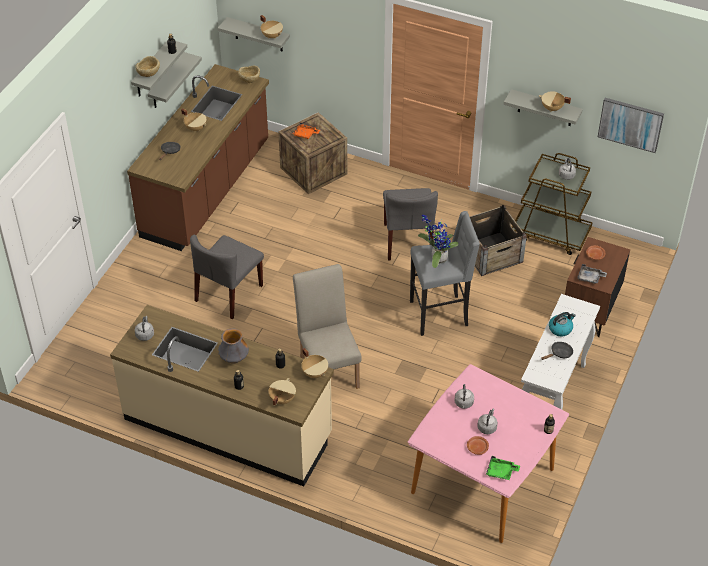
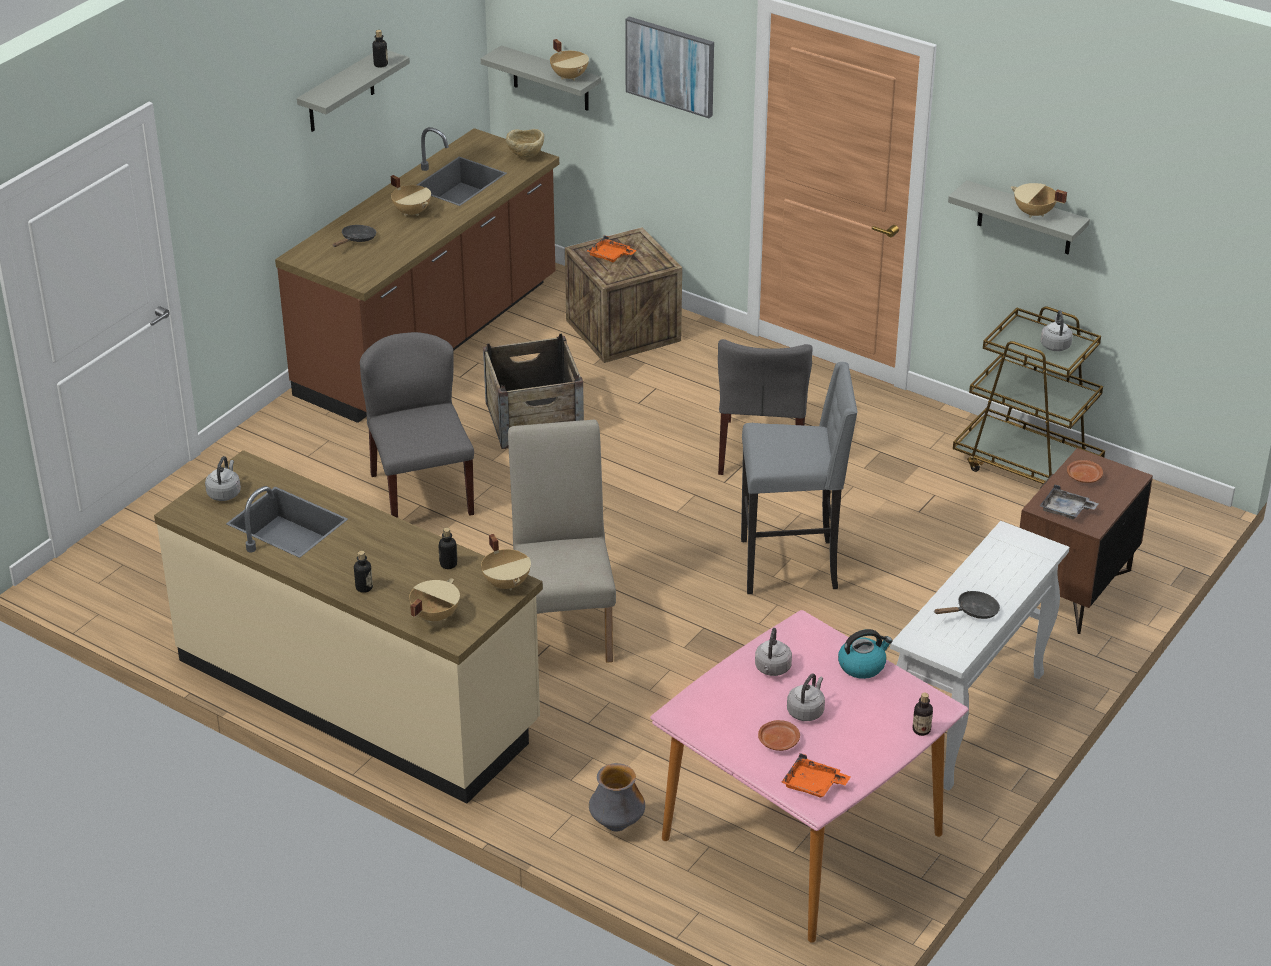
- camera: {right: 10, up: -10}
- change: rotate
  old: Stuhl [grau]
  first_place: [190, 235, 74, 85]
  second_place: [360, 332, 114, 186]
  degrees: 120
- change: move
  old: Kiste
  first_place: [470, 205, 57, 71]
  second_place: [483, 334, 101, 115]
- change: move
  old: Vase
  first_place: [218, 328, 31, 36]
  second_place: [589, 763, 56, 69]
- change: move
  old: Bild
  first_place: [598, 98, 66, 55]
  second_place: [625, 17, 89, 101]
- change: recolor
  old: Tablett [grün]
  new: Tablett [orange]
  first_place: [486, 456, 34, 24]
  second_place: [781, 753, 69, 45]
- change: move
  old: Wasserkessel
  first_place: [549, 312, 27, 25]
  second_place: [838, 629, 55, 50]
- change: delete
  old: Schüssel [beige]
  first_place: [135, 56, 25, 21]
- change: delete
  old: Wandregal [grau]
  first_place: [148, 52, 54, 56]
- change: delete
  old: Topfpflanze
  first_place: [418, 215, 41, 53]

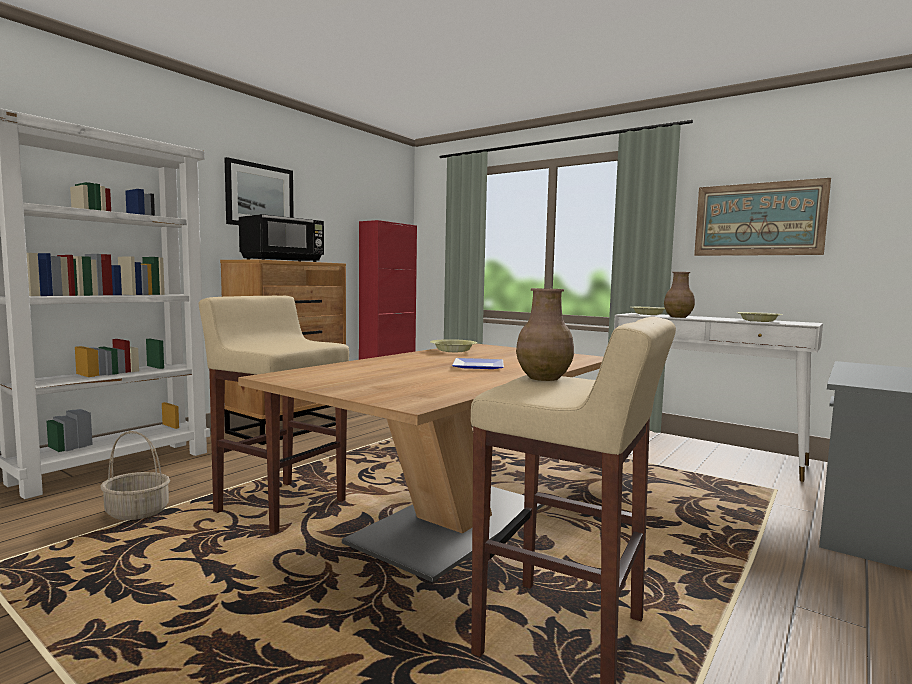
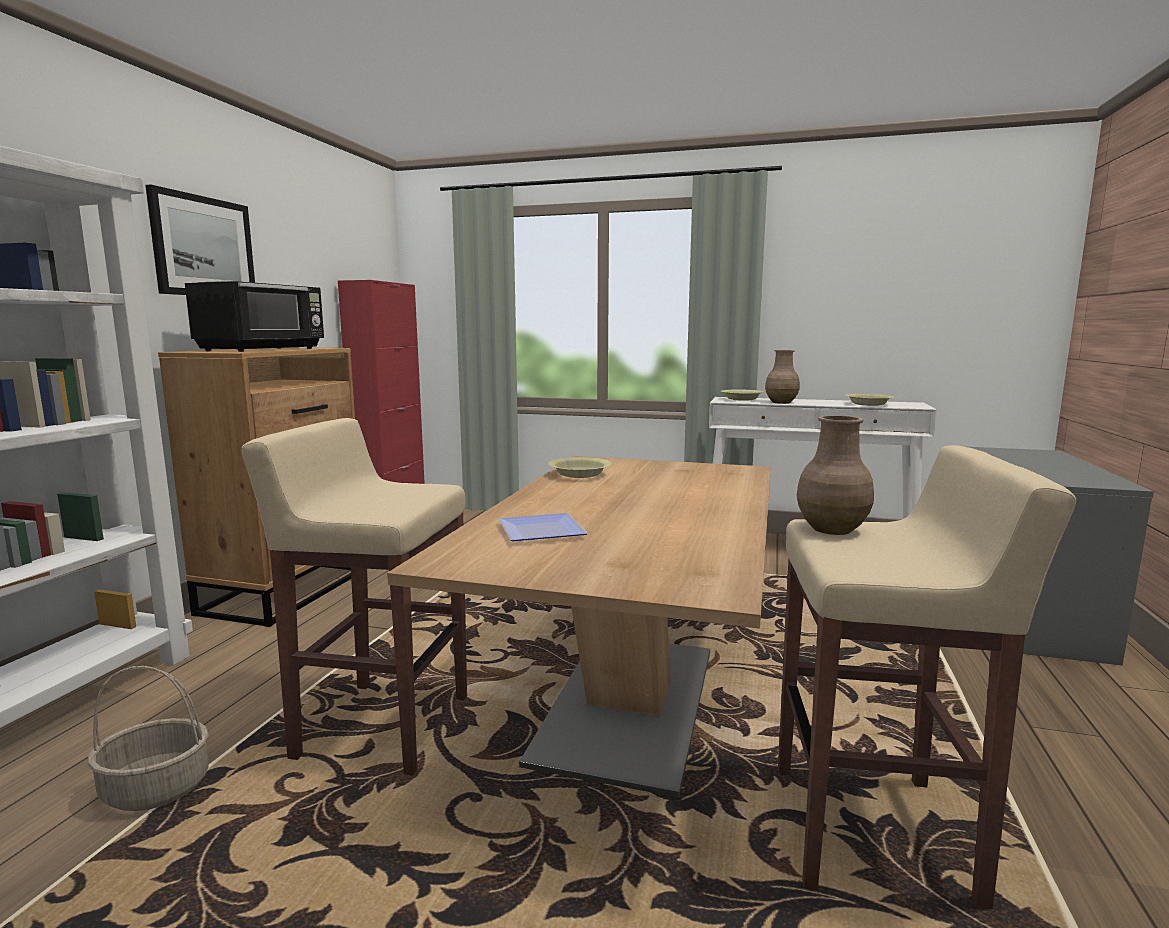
- camera: {right: -20, up: 5}
- change: move
  old: Teller
  first_place: [452, 358, 52, 11]
  second_place: [499, 513, 89, 28]
- change: delete
  old: Bild
  first_place: [694, 178, 137, 78]

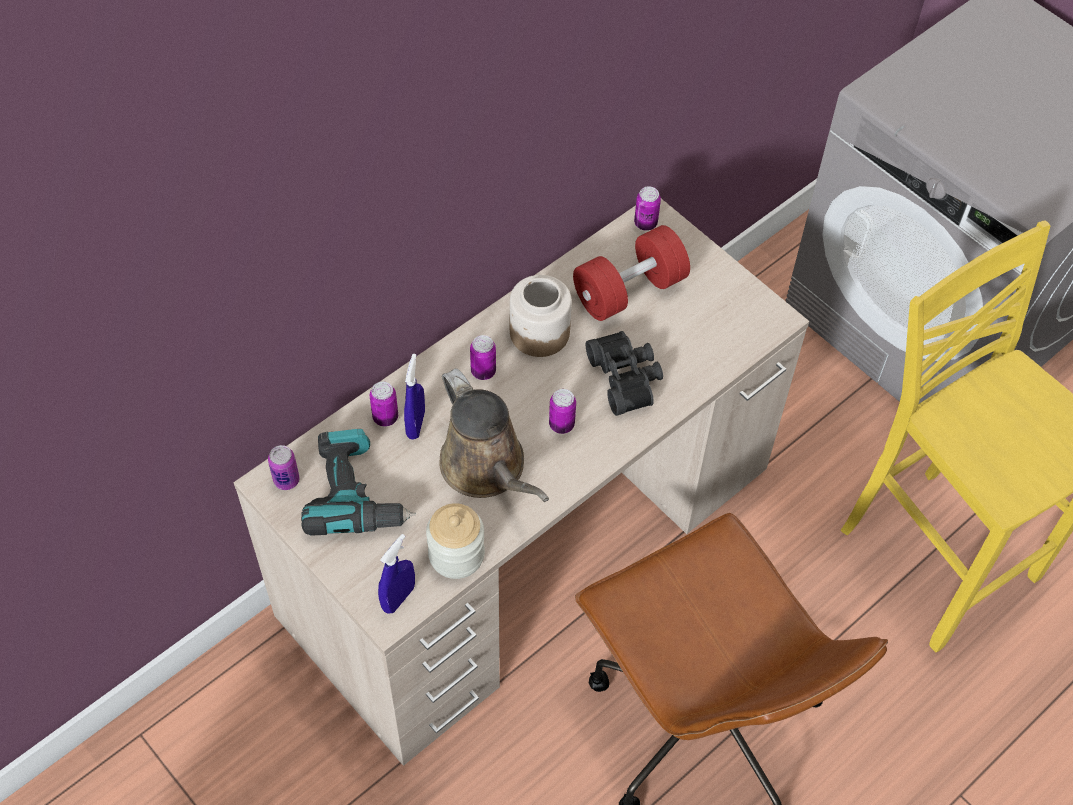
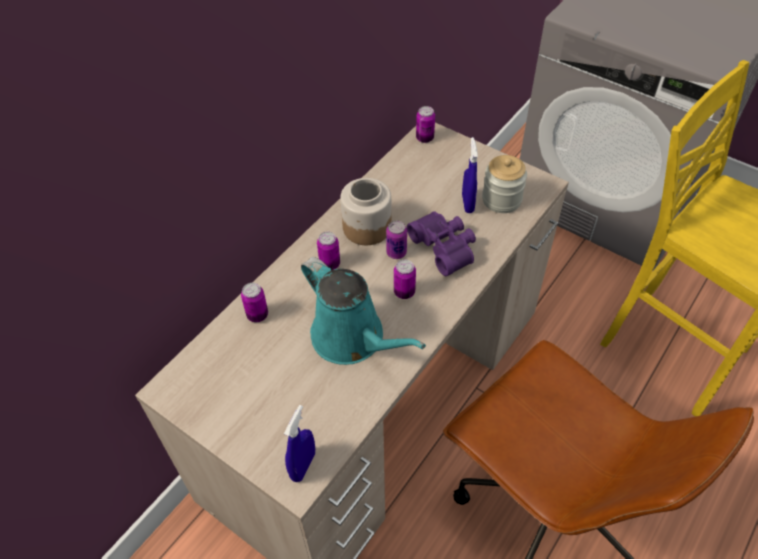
- camera: {right: -10, up: -5}
- change: recolor
  old: Gießkanne [braun]
  new: Gießkanne [türkis]
  first_place: [439, 368, 110, 134]
  second_place: [301, 257, 125, 108]
- change: move
  old: Dose
  first_place: [268, 445, 32, 45]
  second_place: [386, 221, 21, 38]
- change: recolor
  old: Fernglas [schwarz]
  new: Fernglas [lila]
  first_place: [586, 331, 77, 85]
  second_place: [407, 211, 69, 65]
- change: move
  old: Sprühflasche [blau]
  first_place: [404, 354, 21, 86]
  second_place: [462, 137, 16, 76]
- change: move
  old: Vorratsglas
  first_place: [426, 503, 59, 76]
  second_place: [482, 155, 45, 58]
- change: delete
  old: Bohrmaschine
  first_place: [301, 429, 115, 107]
- change: delete
  old: Hantel [rot]
  first_place: [573, 225, 117, 96]

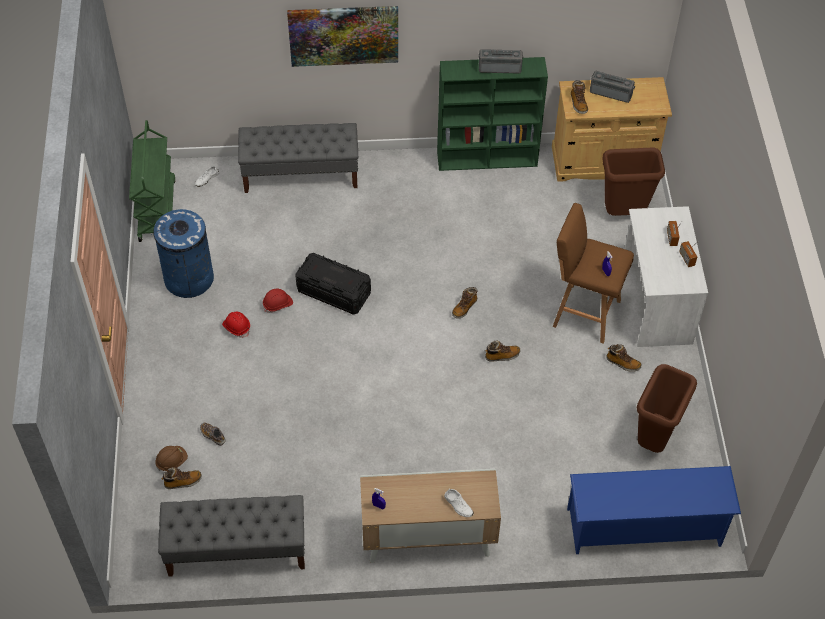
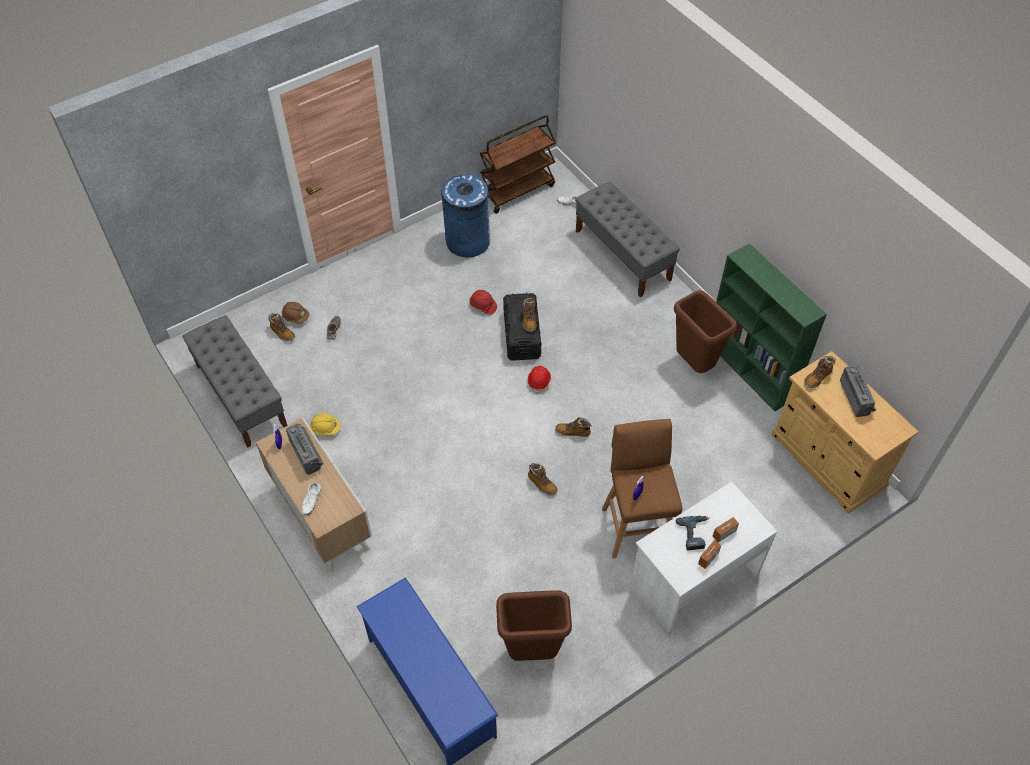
- camera: {right: 60, up: 0}
- change: move
  old: Radio
  first_place: [478, 49, 45, 24]
  second_place: [286, 423, 38, 52]
- change: insert
  new: Schutzhelm [gelb]
  second_place: [310, 413, 31, 22]
- change: recolor
  old: Rollwagen [grün]
  new: Rollwagen [braun]
  first_place: [129, 120, 47, 122]
  second_place: [480, 115, 76, 99]
- change: move
  old: Stiefel
  first_place: [606, 344, 36, 28]
  second_place: [523, 298, 14, 34]
- change: move
  old: Schutzhelm [rot]
  first_place: [222, 312, 28, 26]
  second_place: [528, 366, 23, 28]
- change: move
  old: Mülleimer [braun]
  first_place: [602, 148, 63, 68]
  second_place: [674, 290, 63, 83]
- change: insert
  new: Bohrmaschine
  second_place: [676, 516, 33, 34]
- change: delete
  old: Bild
  first_place: [287, 6, 111, 61]

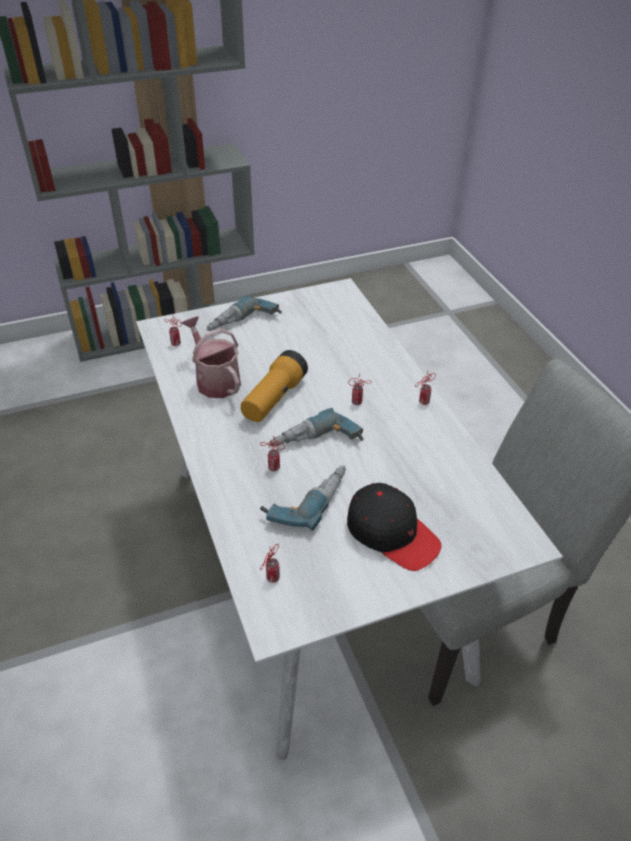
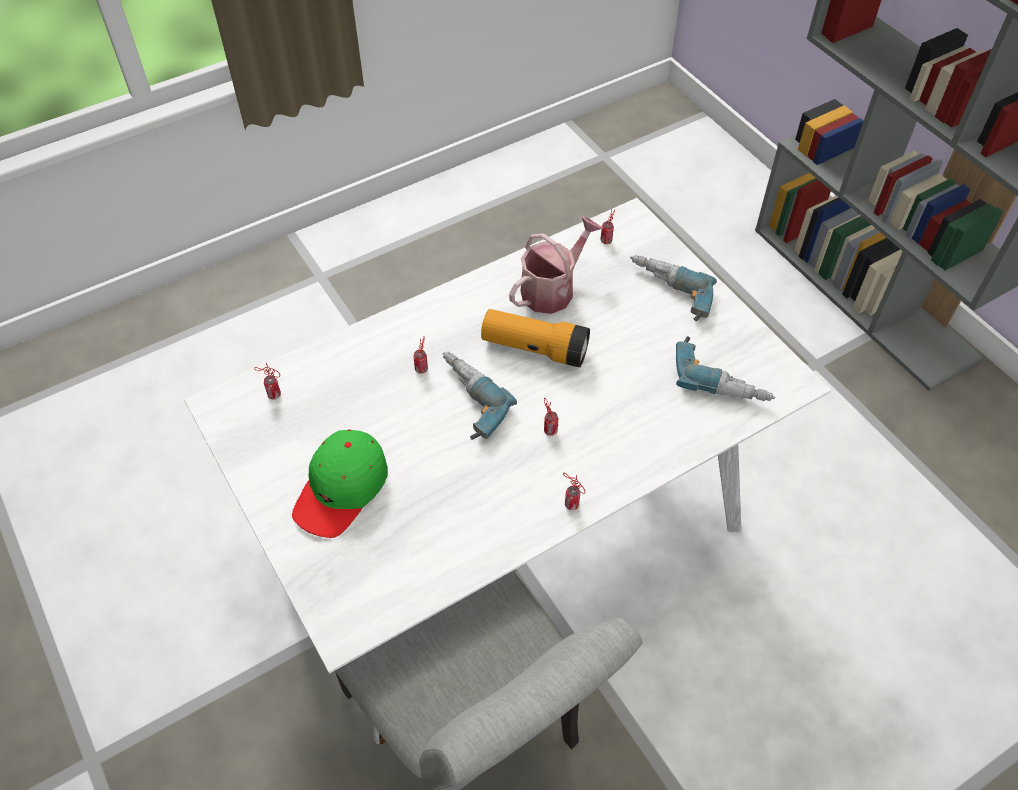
- camera: {right: 80, up: 10}
- change: recolor
  old: Kappe [schwarz]
  new: Kappe [grün]
  first_place: [347, 483, 94, 88]
  second_place: [292, 429, 96, 109]
- change: move
  old: Bohrmaschine
  first_place: [260, 465, 86, 66]
  second_place: [676, 336, 99, 65]

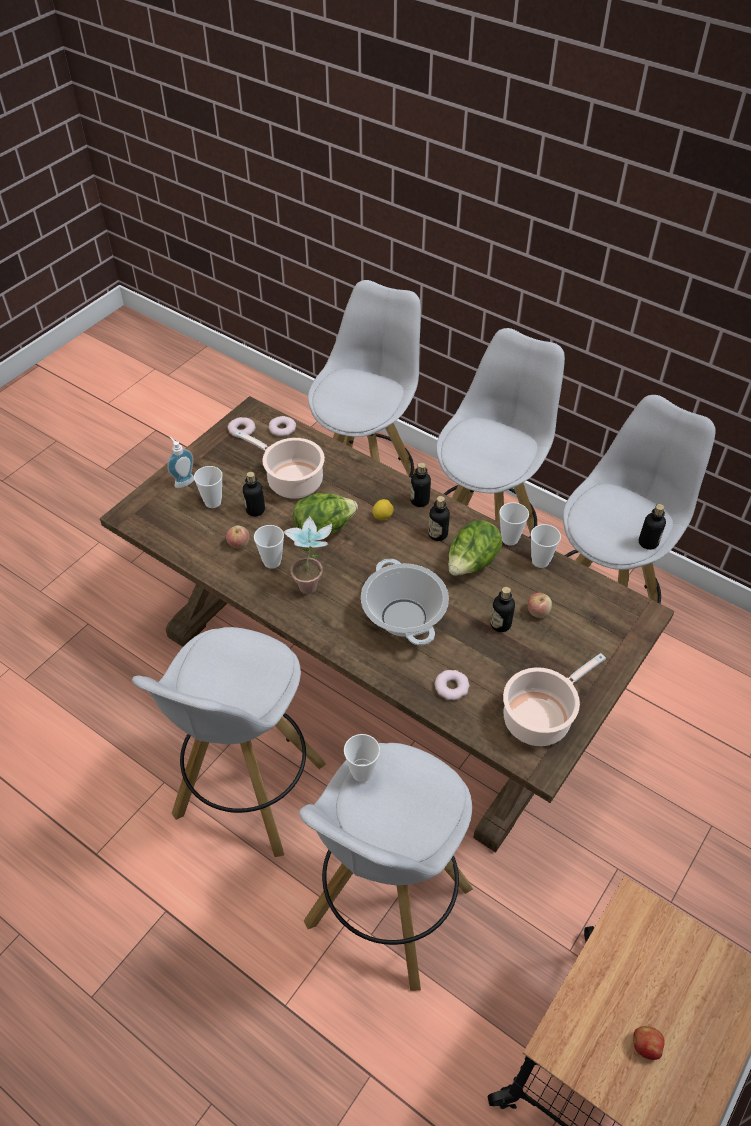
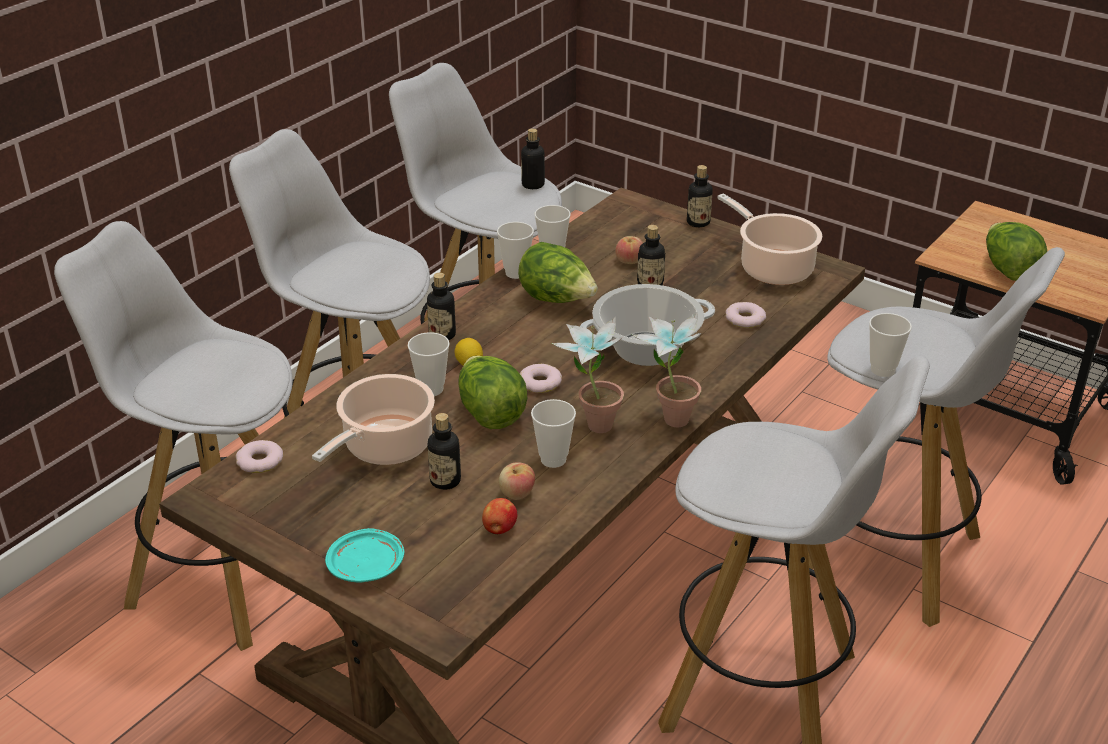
- camera: {right: -90, up: -15}
- change: replace
  old: Seifenspender
  new: Teller [türkis]
  first_place: [167, 437, 27, 51]
  second_place: [325, 528, 79, 55]
- change: move
  old: Tasse
  first_place: [194, 466, 29, 42]
  second_place: [408, 332, 42, 64]
- change: move
  old: Apfel
  first_place: [634, 1026, 31, 34]
  second_place: [482, 498, 35, 36]
- change: move
  old: Donut
  first_place: [228, 417, 28, 21]
  second_place: [520, 364, 42, 29]
- change: insert
  new: Topfpflanze
  second_place: [632, 312, 70, 115]
- change: move
  old: Flasche
  first_place: [428, 496, 22, 45]
  second_place: [687, 165, 26, 62]
- change: insert
  new: Salatkopf
  second_place: [986, 222, 61, 59]

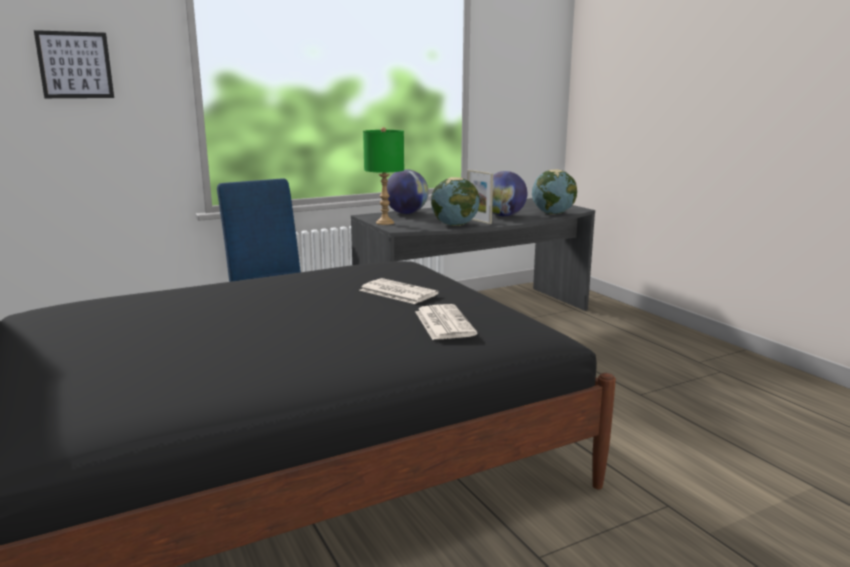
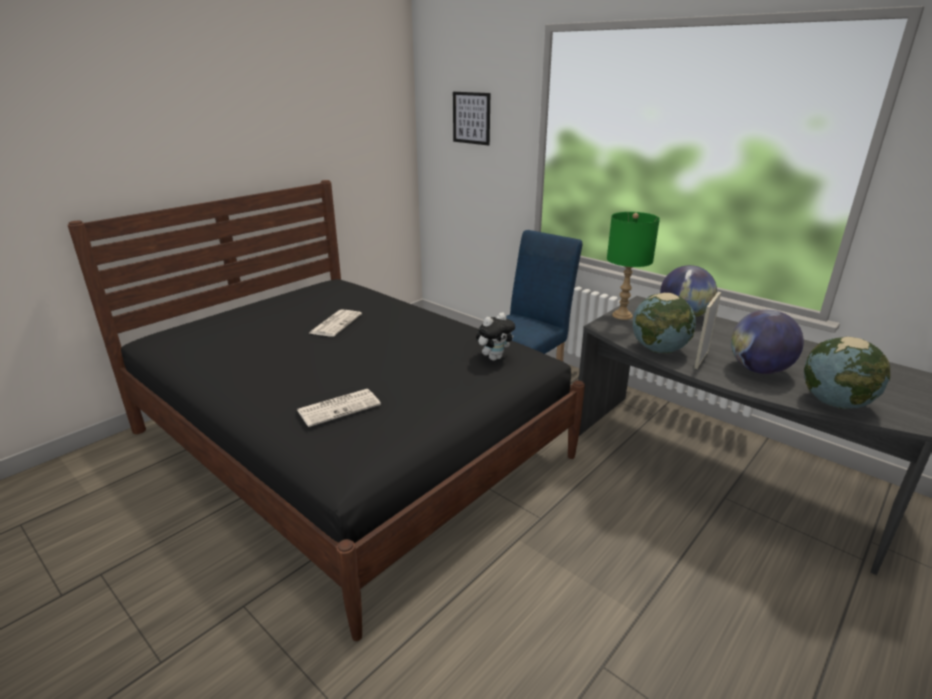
- camera: {right: 70, up: 10}
- change: move
  old: Zeitung
  first_place: [359, 278, 80, 26]
  second_place: [309, 309, 53, 28]
- change: insert
  new: Plüschtier
  second_place: [476, 312, 39, 49]

